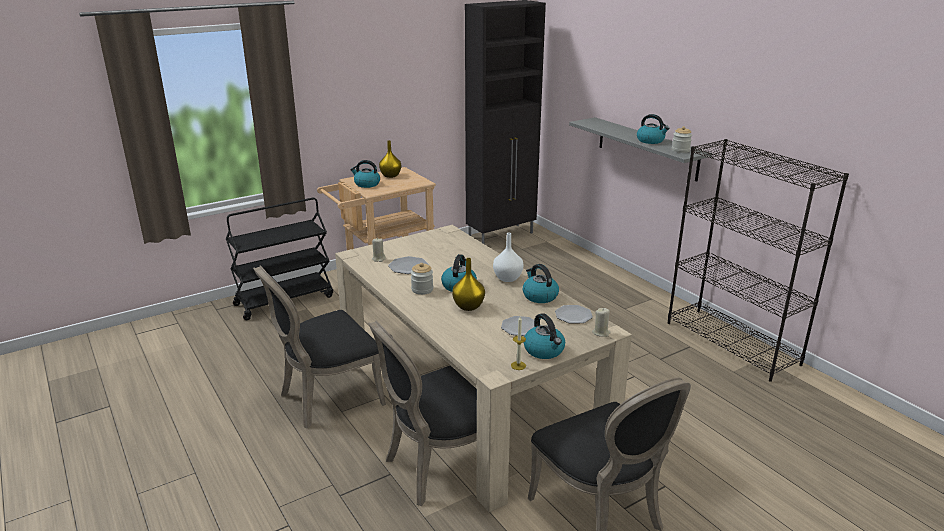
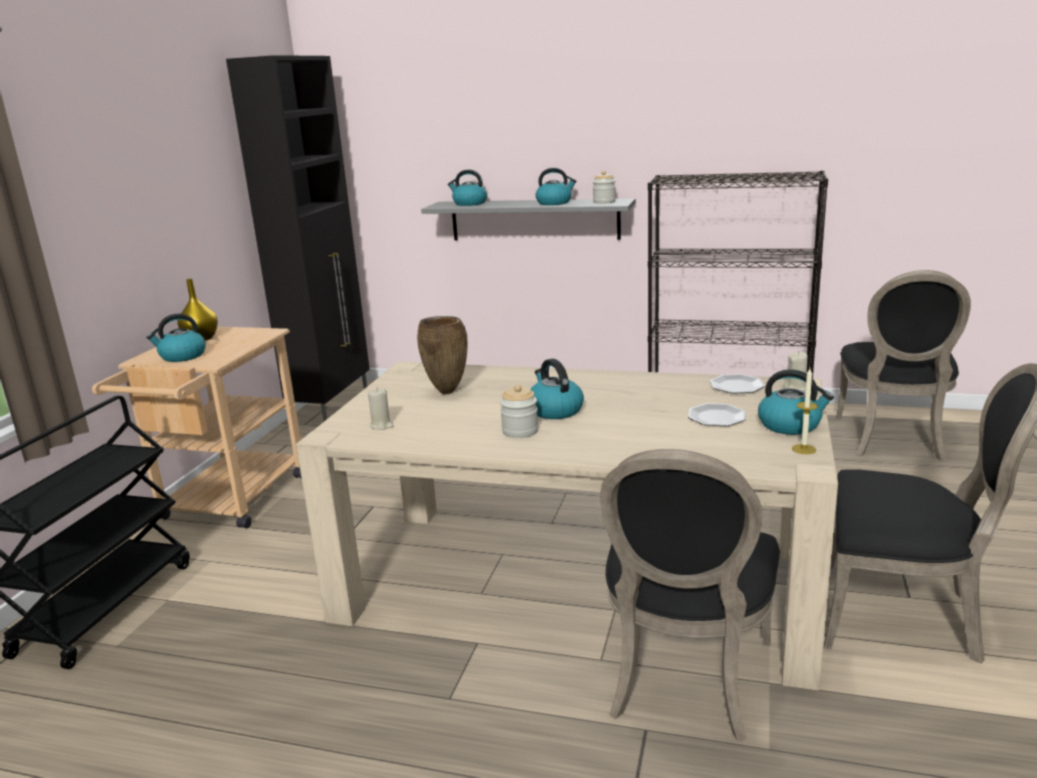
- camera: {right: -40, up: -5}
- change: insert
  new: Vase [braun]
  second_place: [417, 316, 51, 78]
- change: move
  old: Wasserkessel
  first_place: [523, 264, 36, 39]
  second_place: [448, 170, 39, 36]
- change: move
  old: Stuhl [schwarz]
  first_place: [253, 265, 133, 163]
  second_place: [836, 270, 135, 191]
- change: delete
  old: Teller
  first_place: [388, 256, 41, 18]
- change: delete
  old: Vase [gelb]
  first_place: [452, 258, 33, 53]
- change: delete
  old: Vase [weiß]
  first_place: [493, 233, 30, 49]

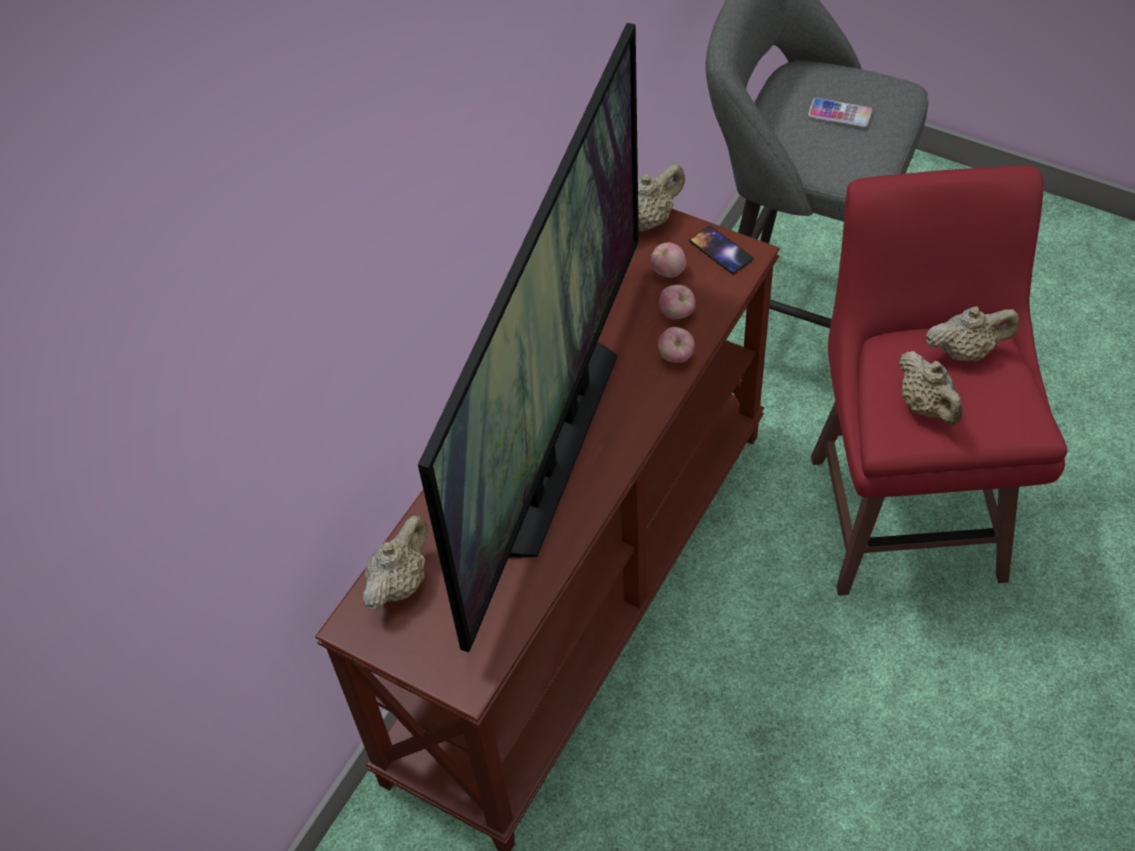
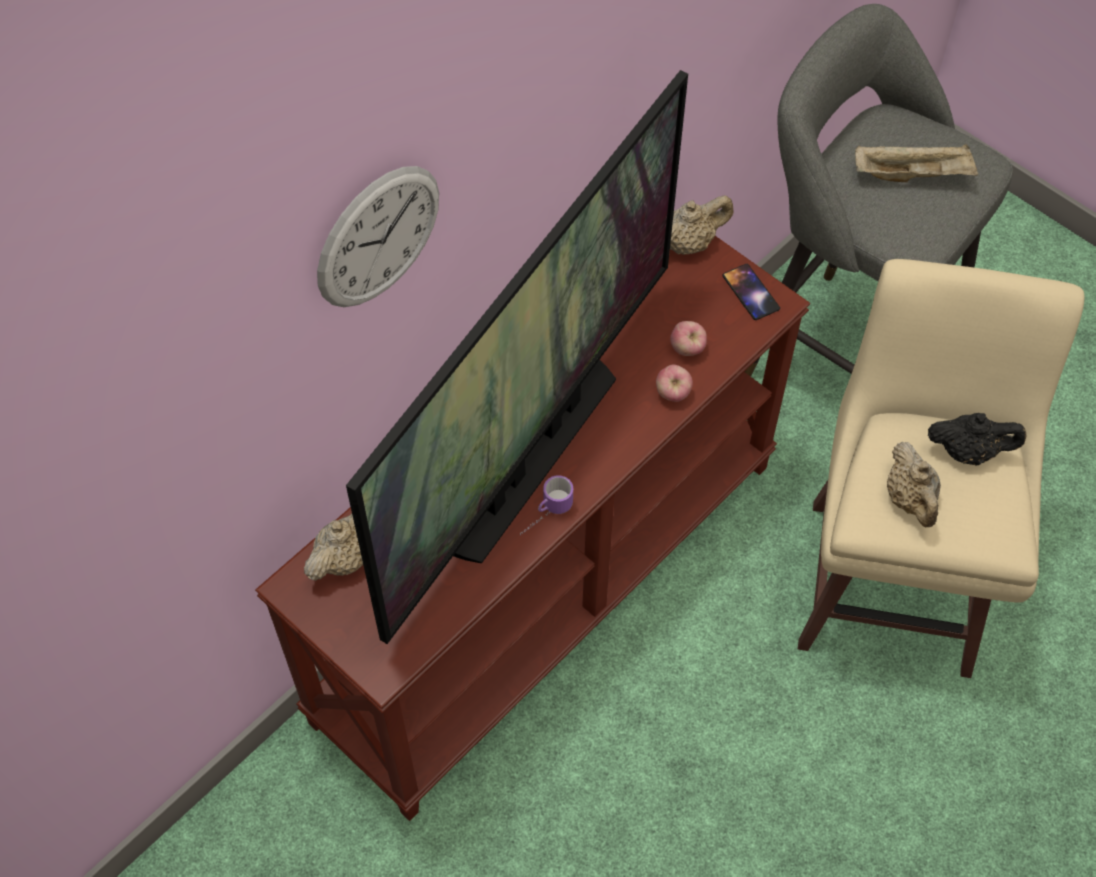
- camera: {right: 10, up: 5}
- change: insert
  new: Wanduhr
  second_place: [317, 166, 122, 141]
- change: insert
  new: Henkelbecher
  second_place: [520, 475, 53, 60]
- change: recolor
  old: Hocker [rot]
  new: Hocker [beige]
  first_place: [811, 165, 256, 431]
  second_place: [798, 259, 286, 419]
- change: replace
  old: Handy
  new: Tablett [beige]
  first_place: [808, 98, 64, 30]
  second_place: [855, 144, 123, 39]
- change: recolor
  old: Teekanne [beige]
  new: Teekanne [schwarz]
  first_place: [926, 306, 94, 55]
  second_place: [928, 413, 99, 52]
- change: delete
  old: Apfel
  first_place: [650, 242, 36, 36]

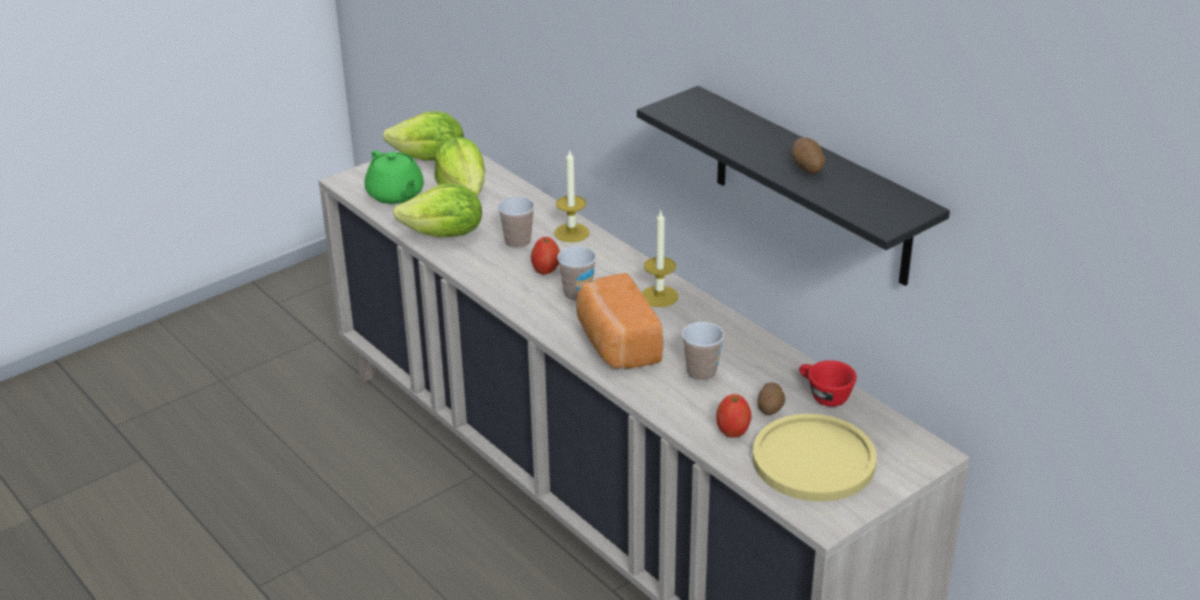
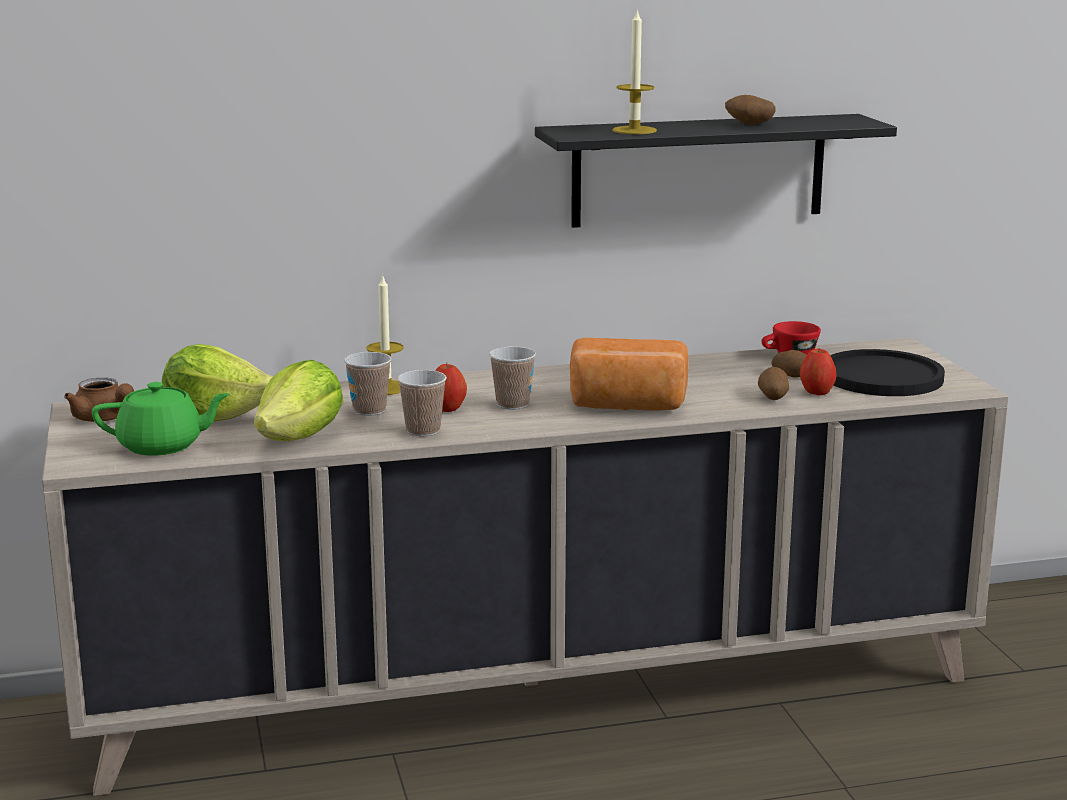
- camera: {right: -65, up: -15}
- change: replace
  old: Salatkopf
  new: Teekanne [braun]
  first_place: [383, 111, 81, 50]
  second_place: [64, 377, 70, 45]
- change: move
  old: Tasse
  first_place: [682, 322, 42, 59]
  second_place: [397, 370, 50, 66]
- change: move
  old: Kerze
  first_place: [642, 209, 36, 98]
  second_place: [613, 8, 44, 126]
- change: insert
  new: Kartoffel
  second_place: [758, 367, 31, 33]
- change: recolor
  old: Teller [gelb]
  new: Teller [schwarz]
  first_place: [752, 414, 125, 87]
  second_place: [830, 349, 115, 47]

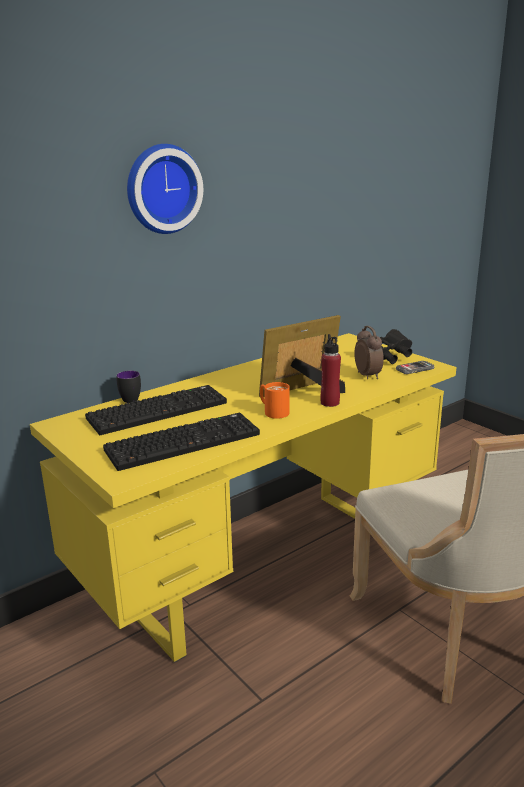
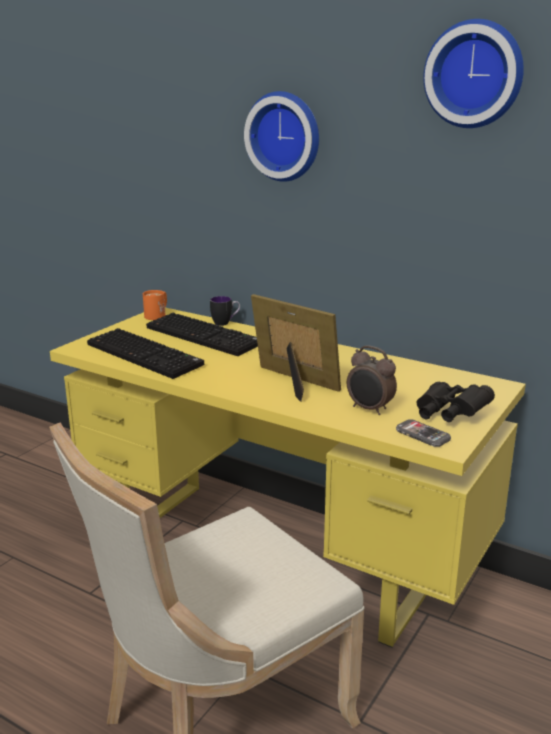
- camera: {right: 70, up: 0}
- change: move
  old: Henkelbecher [orange]
  first_place: [260, 382, 30, 37]
  second_place: [143, 290, 24, 30]
- change: rotate
  old: Wecker
  first_place: [354, 326, 30, 53]
  second_place: [347, 345, 50, 70]
  degrees: 75
- change: insert
  new: Wanduhr
  second_place: [423, 19, 101, 109]
- change: delete
  old: Flasche [rot]
  first_place: [320, 334, 21, 73]

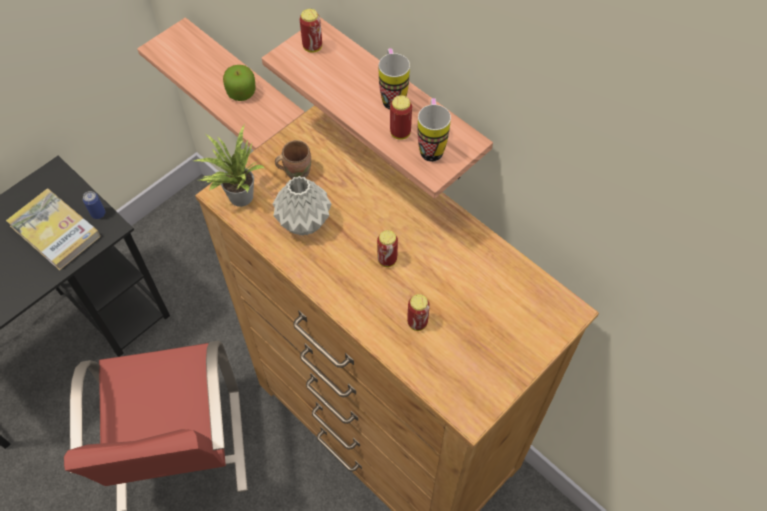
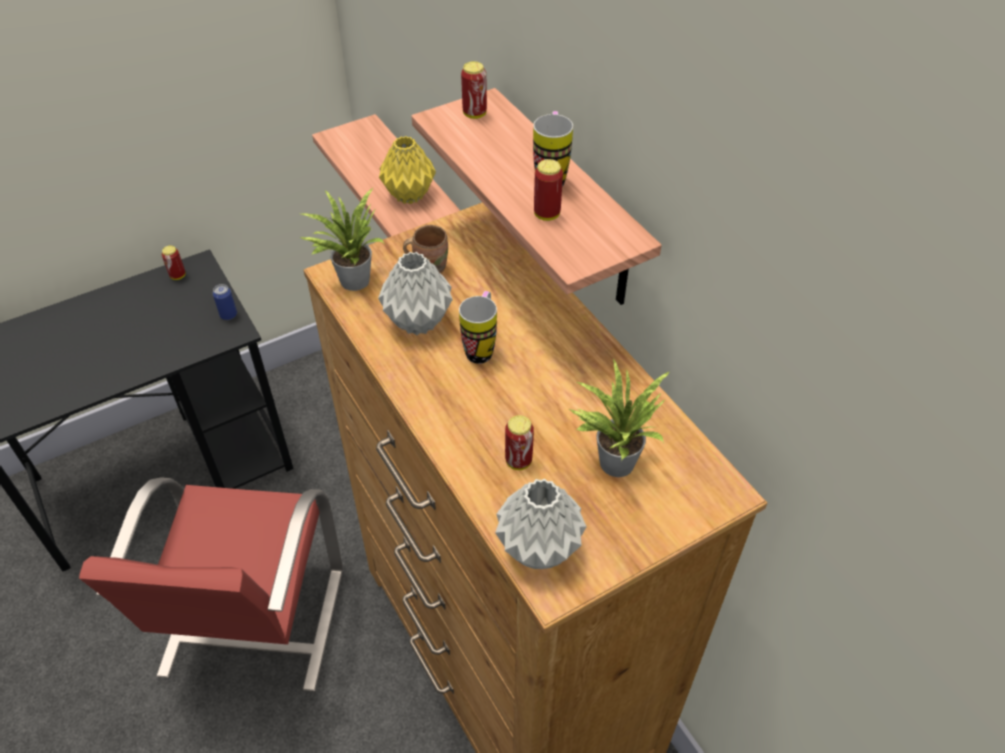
- camera: {right: 15, up: -10}
- change: move
  old: Dose
  first_place: [377, 230, 21, 37]
  second_place: [162, 246, 24, 34]
- change: replace
  old: Apfel
  new: Vase [gelb]
  first_place: [223, 65, 33, 36]
  second_place: [379, 136, 57, 68]
- change: move
  old: Henkelbecher
  first_place: [418, 98, 33, 64]
  second_place: [459, 291, 38, 73]
- change: insert
  new: Vase [grau]
  second_place: [495, 478, 92, 91]
- change: insert
  new: Topfpflanze
  second_place: [569, 357, 100, 120]
- change: delete
  old: Buch
  first_place: [6, 188, 95, 82]

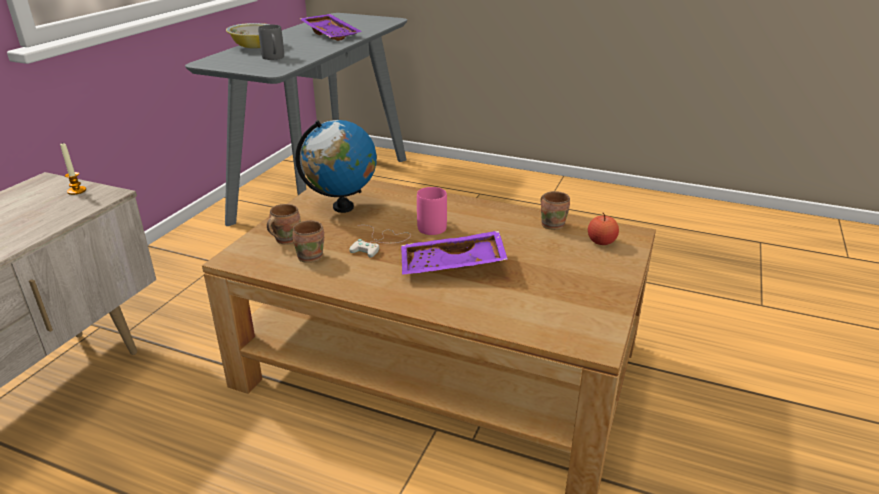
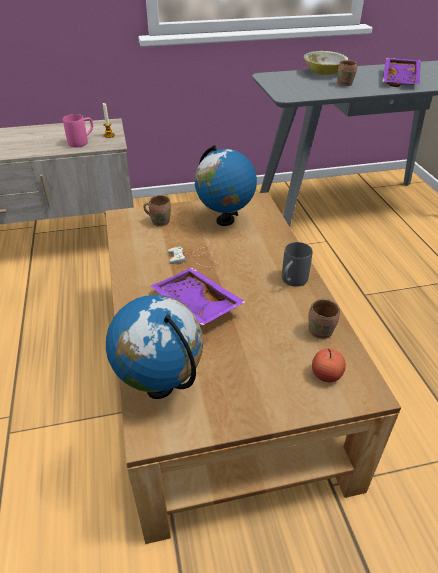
- camera: {right: 55, up: 10}
- change: move
  old: Henkelbecher [rosa]
  first_place: [417, 187, 30, 48]
  second_place: [63, 114, 30, 34]
- change: insert
  new: Globus
  second_place: [106, 295, 97, 104]
- change: move
  old: Henkelbecher [grau]
  first_place: [258, 25, 26, 35]
  second_place: [282, 242, 30, 45]
- change: move
  old: Henkelbecher [braun]
  first_place: [292, 220, 32, 43]
  second_place: [338, 60, 19, 26]

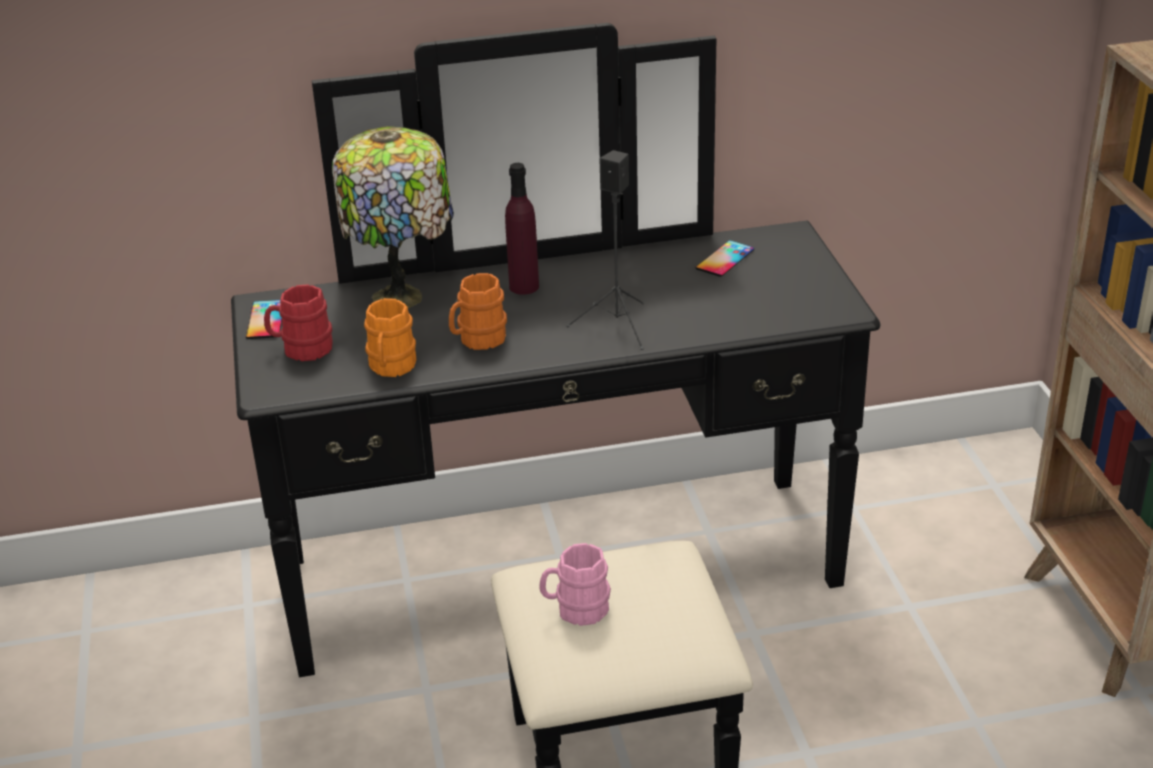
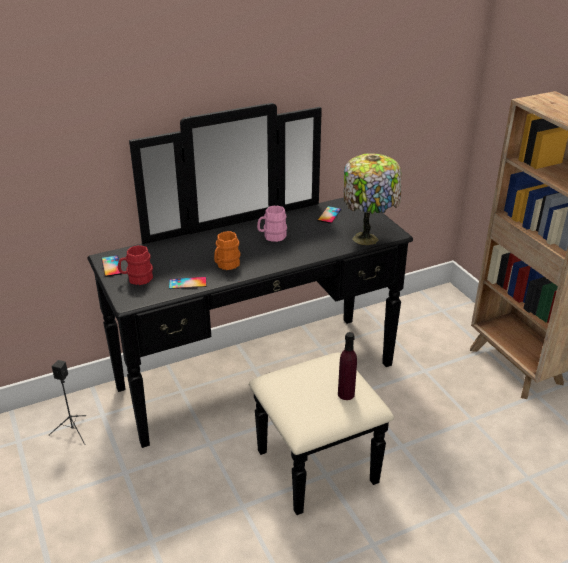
- camera: {right: -15, up: 0}
- change: move
  old: Lautsprecher [schwarz]
  first_place: [566, 150, 78, 200]
  second_place: [49, 360, 37, 85]
- change: replace
  old: Henkelbecher [orange]
  new: Handy
  first_place: [364, 298, 52, 79]
  second_place: [169, 277, 37, 12]
- change: move
  old: Henkelbecher [rosa]
  first_place: [539, 543, 72, 83]
  second_place: [257, 206, 30, 36]
- change: move
  old: Flasche [lila]
  first_place: [505, 163, 34, 132]
  second_place: [338, 332, 19, 68]
- change: move
  old: Tischlampe
  first_place: [332, 126, 122, 182]
  second_place: [344, 153, 57, 92]

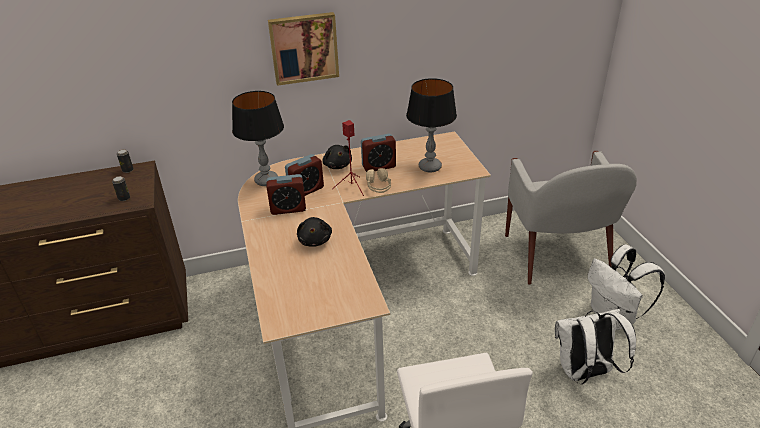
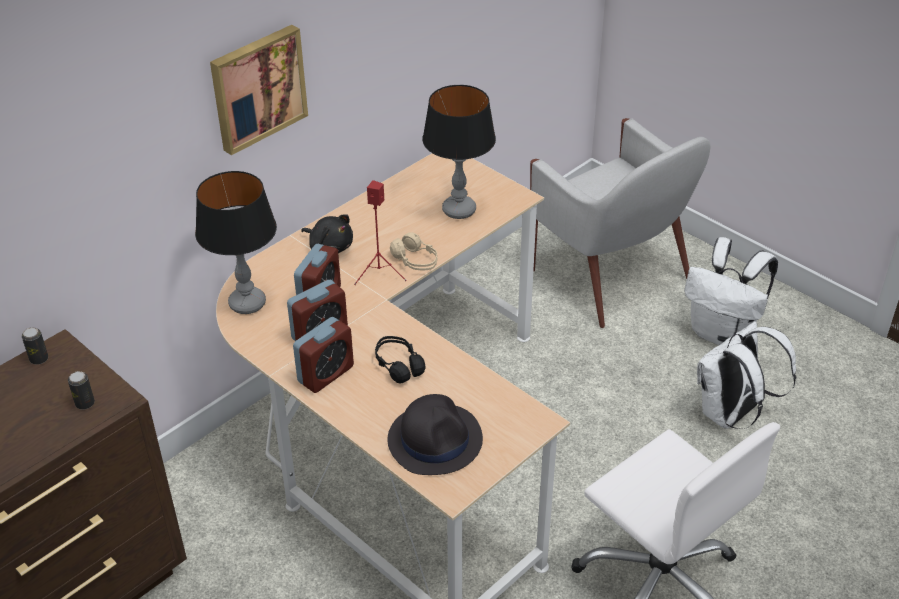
- camera: {right: -30, up: 5}
- change: move
  old: Wecker
  first_place: [361, 134, 35, 38]
  second_place: [293, 317, 61, 76]
- change: replace
  old: Plüschtier [schwarz]
  new: Kopfhörer [schwarz]
  first_place: [297, 217, 35, 30]
  second_place: [375, 336, 50, 47]
- change: insert
  new: Hut [schwarz]
  second_place: [388, 394, 95, 81]

